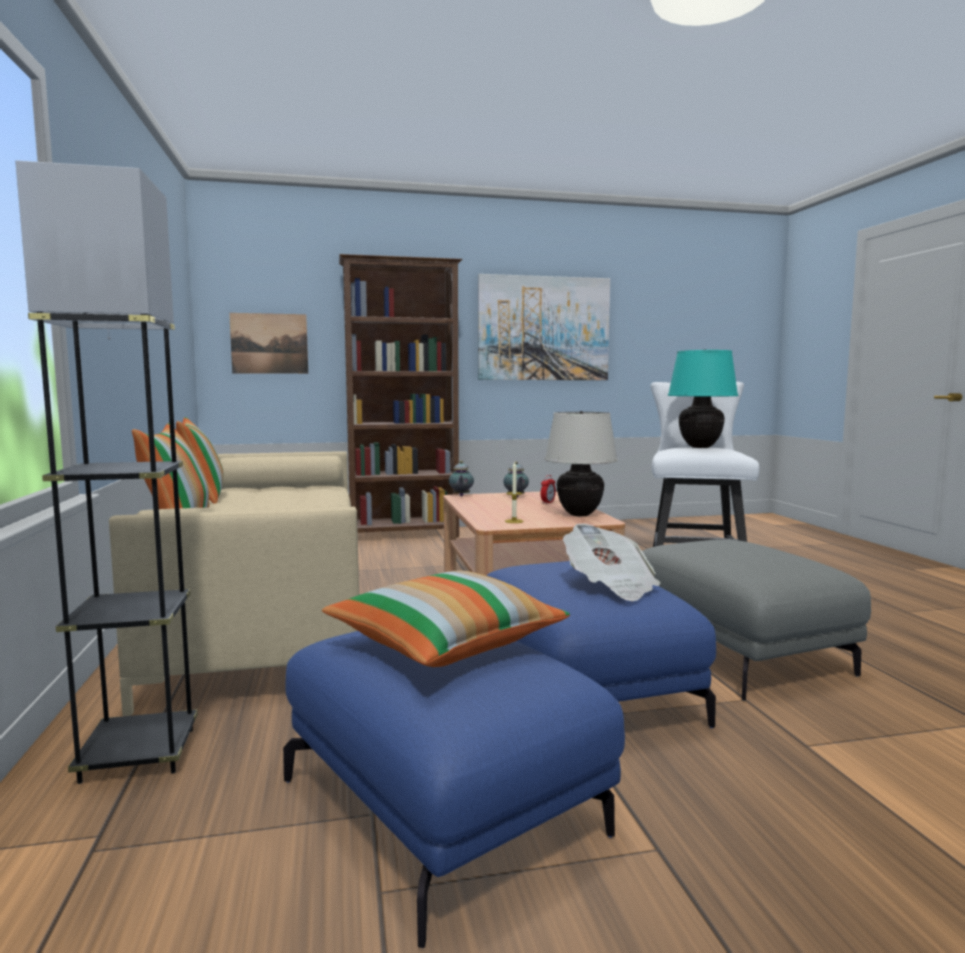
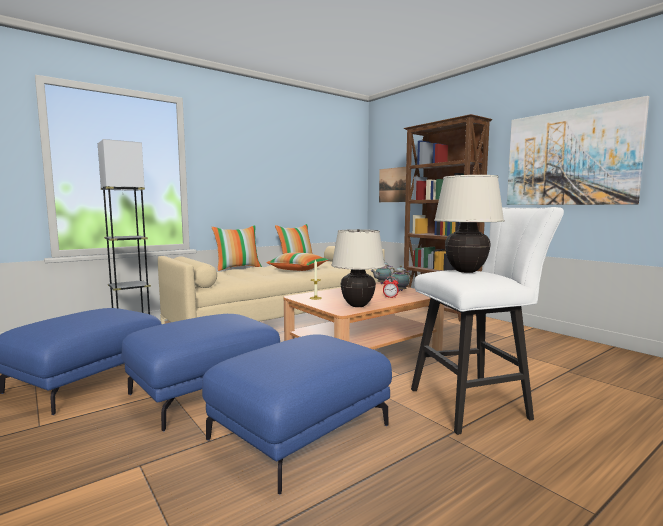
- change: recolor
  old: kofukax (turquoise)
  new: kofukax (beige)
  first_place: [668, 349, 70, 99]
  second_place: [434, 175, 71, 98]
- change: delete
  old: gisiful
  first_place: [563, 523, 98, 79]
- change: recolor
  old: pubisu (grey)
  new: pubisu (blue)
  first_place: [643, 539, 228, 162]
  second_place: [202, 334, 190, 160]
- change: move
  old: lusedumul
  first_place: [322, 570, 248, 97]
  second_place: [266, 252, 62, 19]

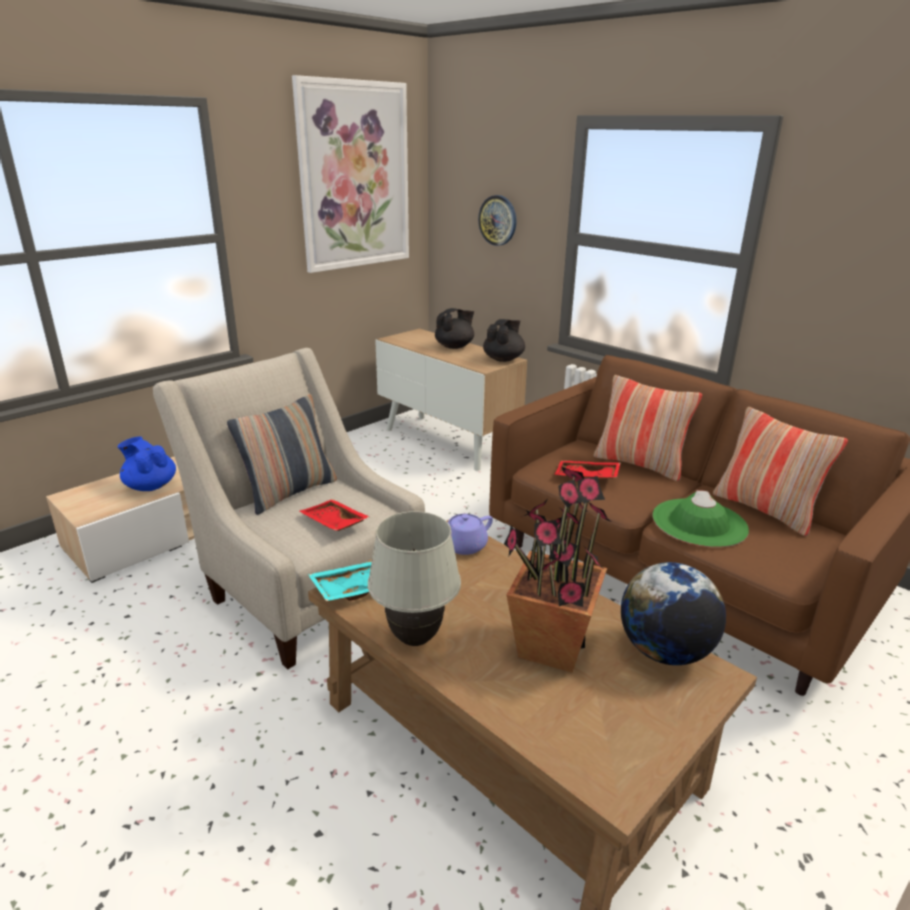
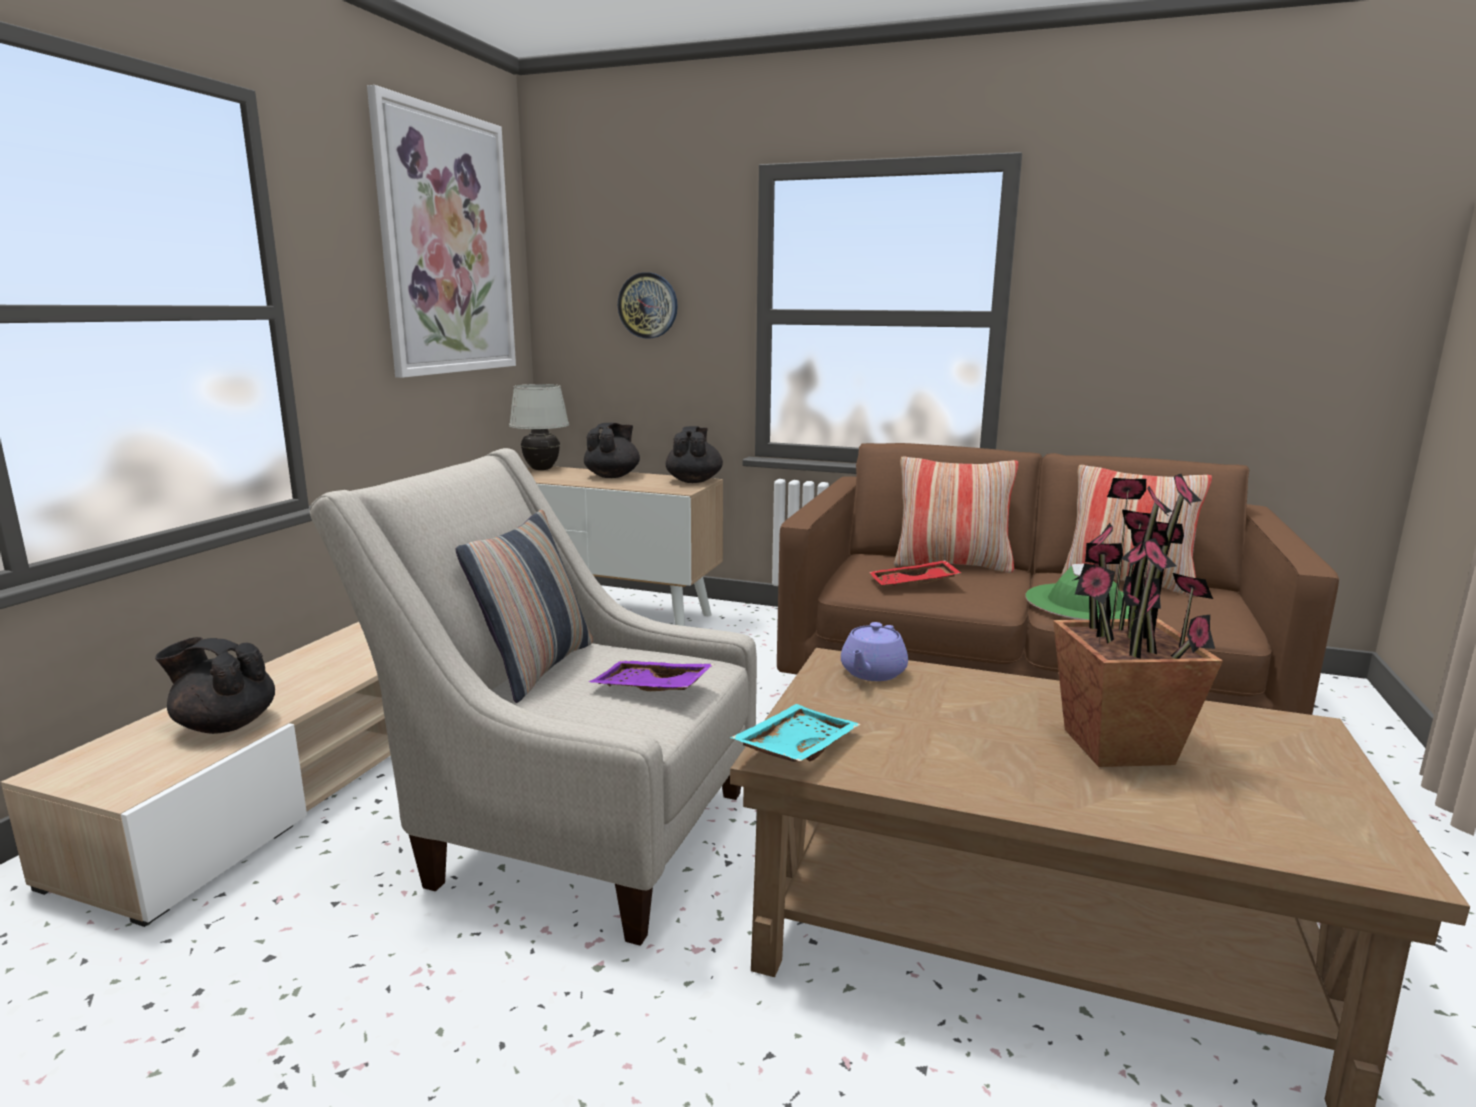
- change: recolor
  old: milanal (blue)
  new: milanal (black)
  first_place: [117, 436, 59, 55]
  second_place: [155, 637, 120, 97]
- change: recolor
  old: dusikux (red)
  new: dusikux (purple)
  first_place: [300, 499, 69, 32]
  second_place: [589, 661, 125, 30]
- change: move
  old: kofukax (white)
  first_place: [368, 511, 93, 135]
  second_place: [509, 384, 60, 86]
- change: delete
  old: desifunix
  first_place: [621, 562, 105, 103]

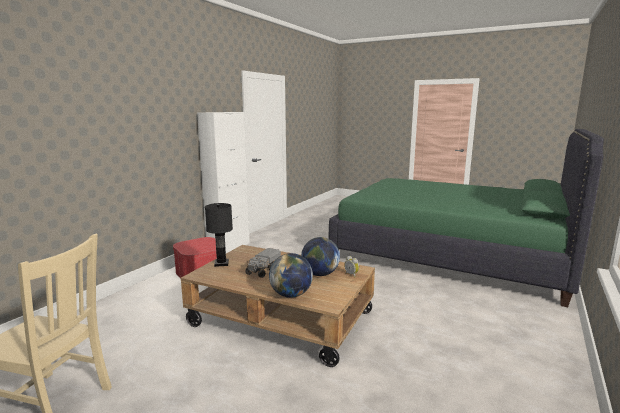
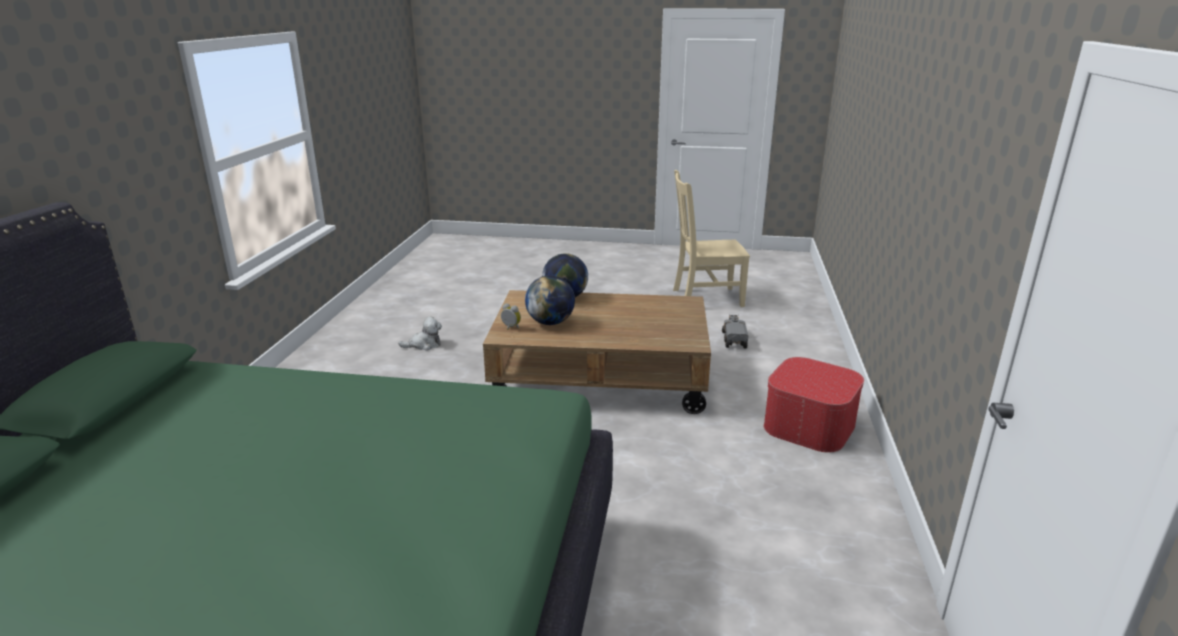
- change: delete
  old: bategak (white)
  first_place: [197, 112, 53, 141]
- change: delete
  old: kofukax (black)
  first_place: [205, 203, 28, 64]
- change: move
  old: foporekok
  first_place: [245, 248, 36, 30]
  second_place: [722, 314, 26, 34]
- change: insert
  new: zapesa
  second_place: [398, 317, 44, 34]

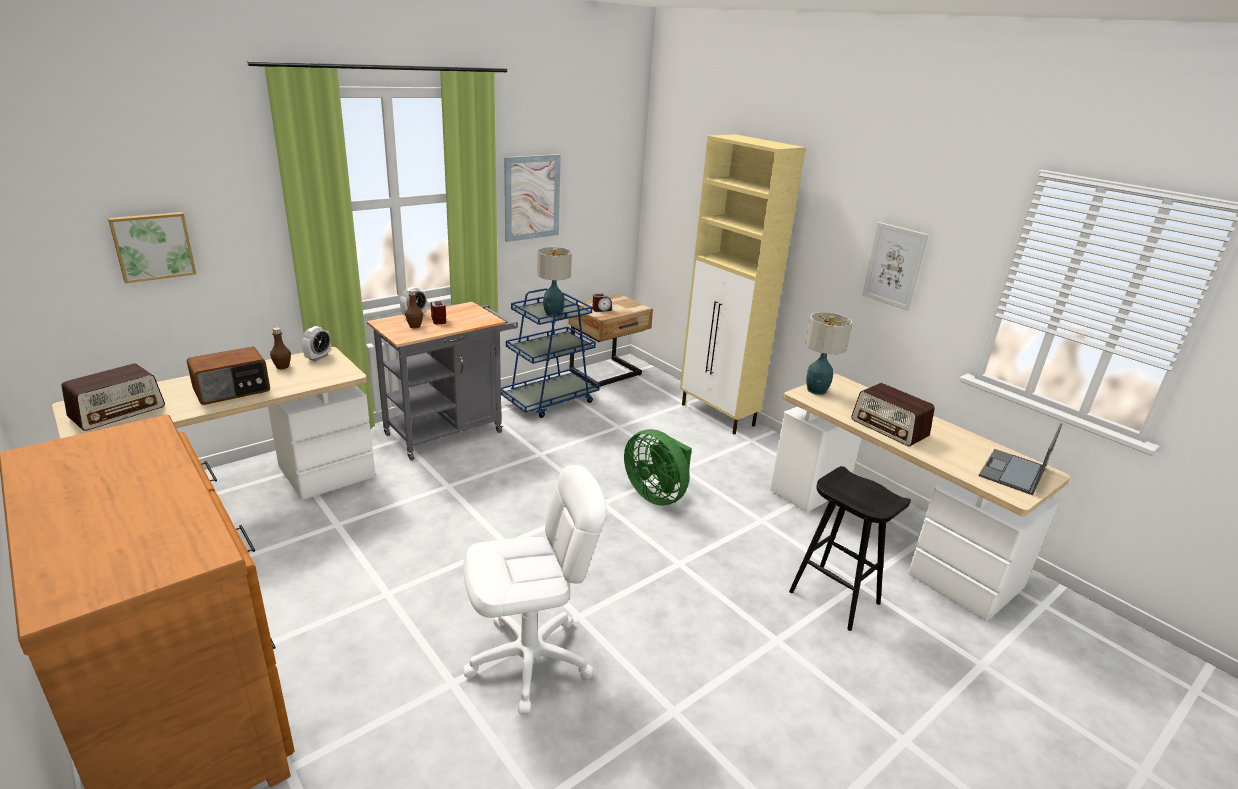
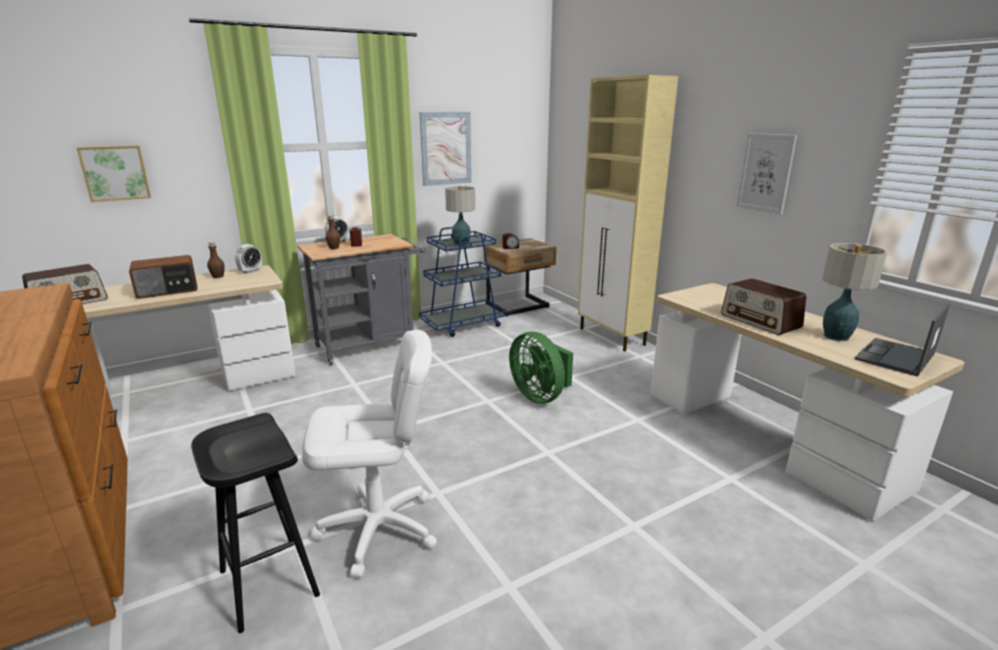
- change: move
  old: kofukax
  first_place: [806, 312, 46, 83]
  second_place: [822, 243, 65, 98]
- change: move
  old: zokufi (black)
  first_place: [789, 466, 122, 165]
  second_place: [191, 413, 129, 220]

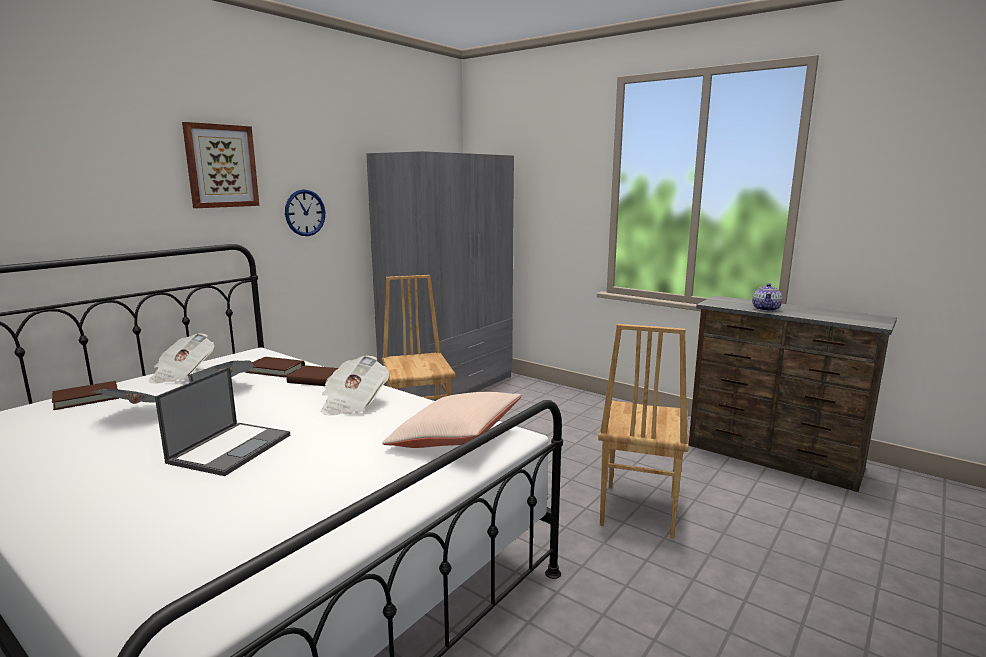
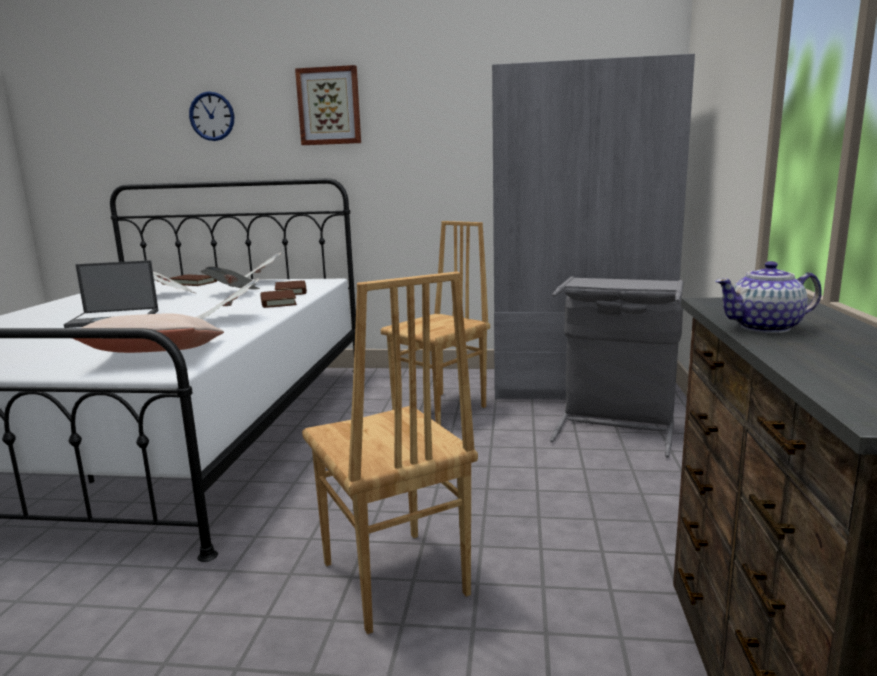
- change: move
  old: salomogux
  first_place: [285, 189, 40, 47]
  second_place: [189, 91, 45, 50]
- change: rotate
  old: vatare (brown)
  first_place: [598, 324, 91, 214]
  second_place: [302, 272, 176, 362]
  degrees: -105
- change: insert
  new: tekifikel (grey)
  second_place: [550, 276, 134, 182]

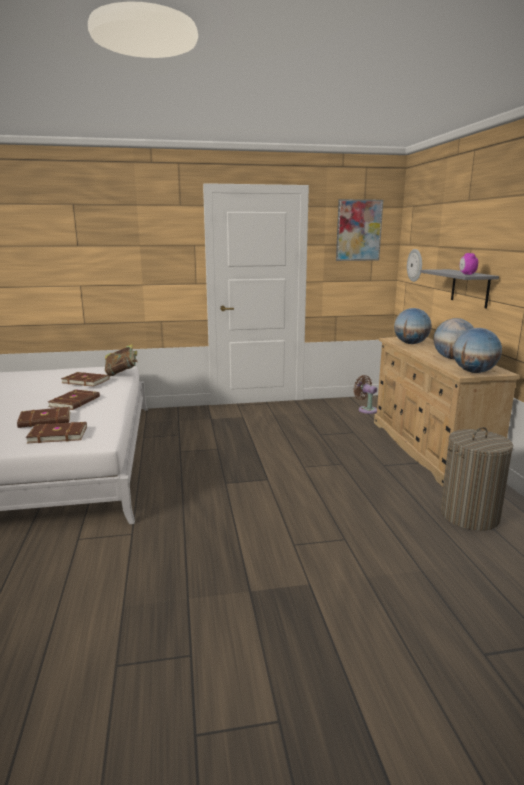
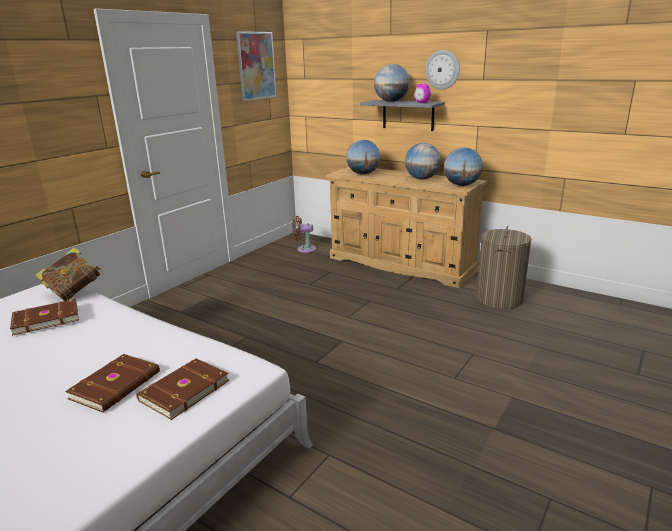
- change: move
  old: salomogux
  first_place: [407, 249, 15, 33]
  second_place: [425, 50, 35, 40]
- change: delete
  old: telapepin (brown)
  first_place: [48, 389, 52, 21]
- change: insert
  new: desifunix
  second_place: [374, 64, 36, 38]

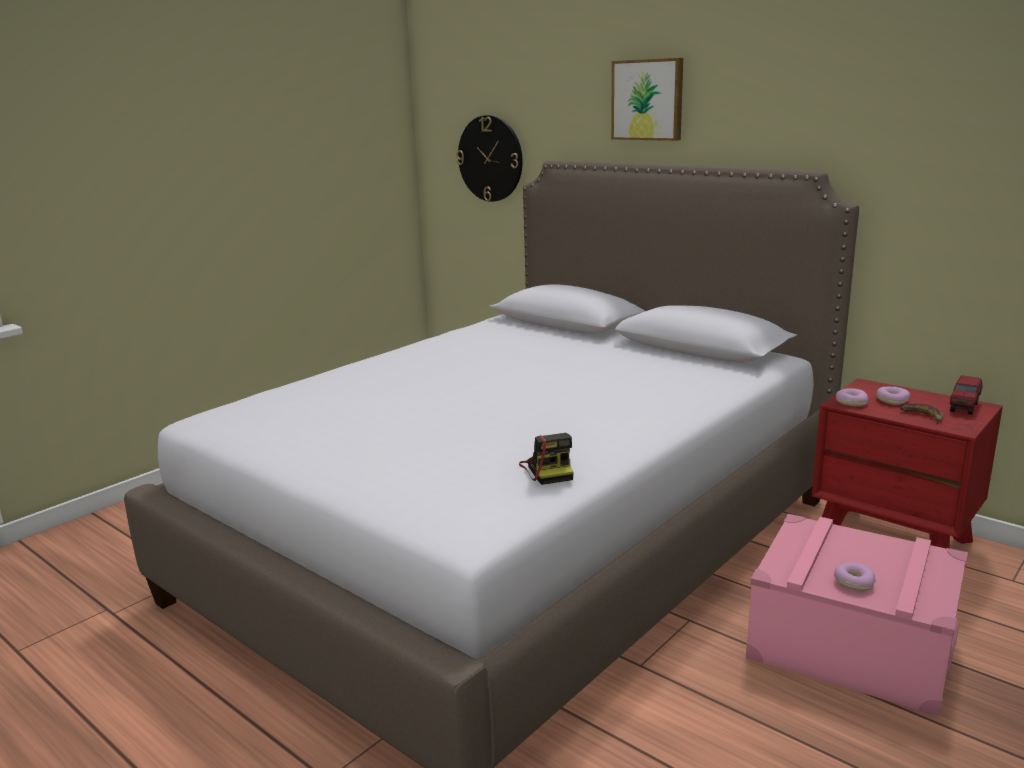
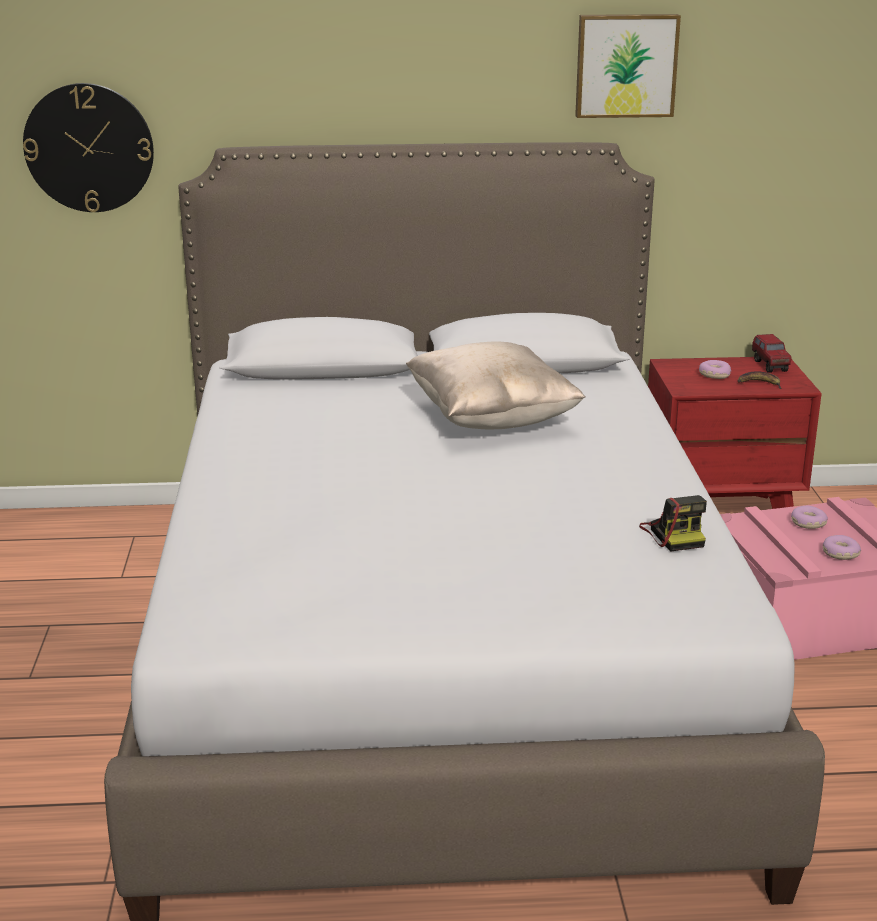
- change: move
  old: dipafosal
  first_place: [611, 58, 72, 83]
  second_place: [575, 14, 106, 104]
- change: move
  old: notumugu
  first_place: [836, 388, 33, 19]
  second_place: [791, 506, 37, 23]
- change: rotate
  old: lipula
  first_place: [519, 433, 55, 52]
  second_place: [639, 495, 68, 57]
  degrees: 45
- change: insert
  new: lusedumul (beige)
  second_place: [406, 341, 179, 88]

